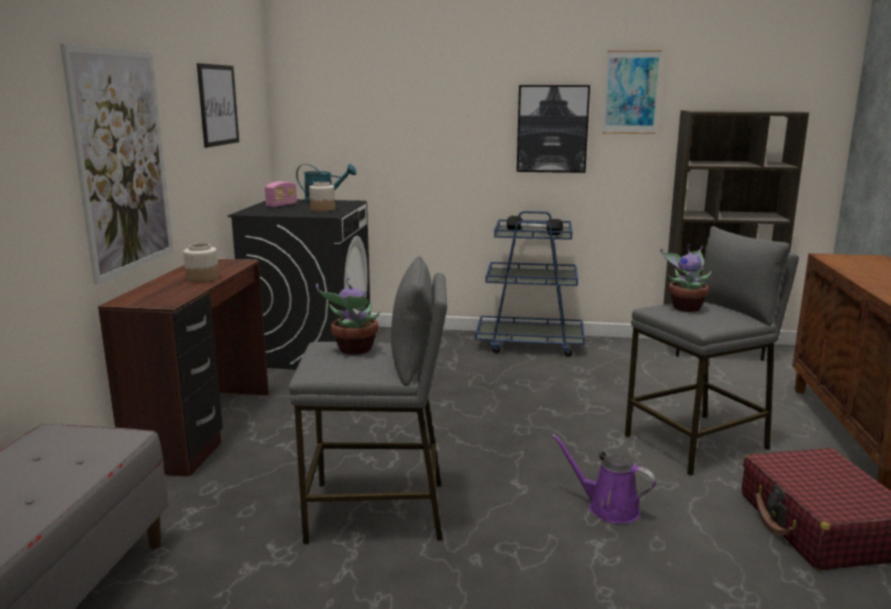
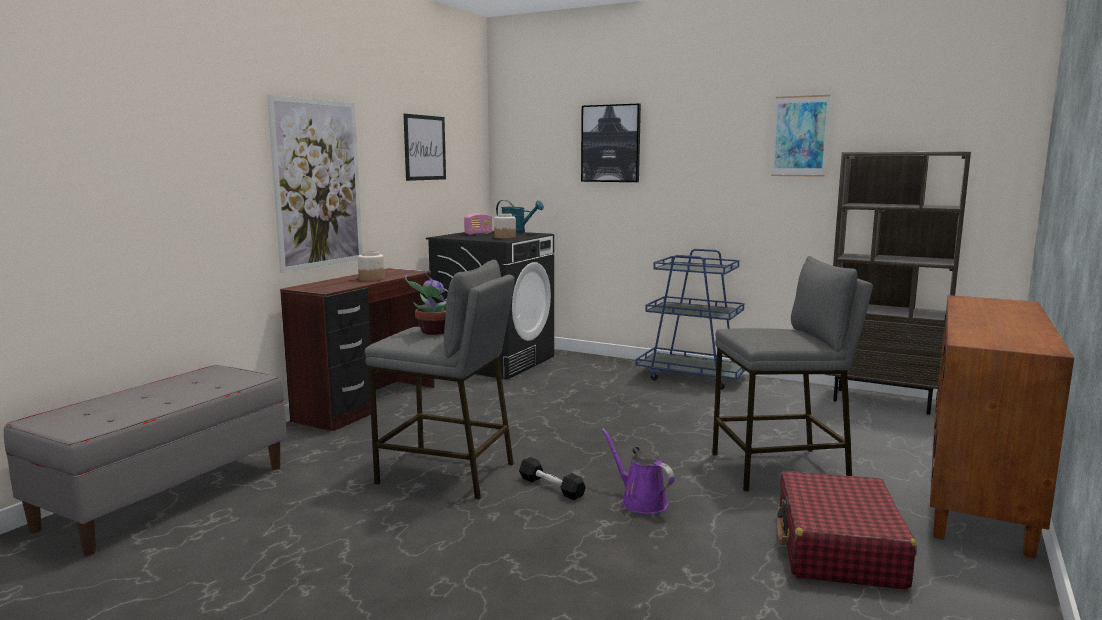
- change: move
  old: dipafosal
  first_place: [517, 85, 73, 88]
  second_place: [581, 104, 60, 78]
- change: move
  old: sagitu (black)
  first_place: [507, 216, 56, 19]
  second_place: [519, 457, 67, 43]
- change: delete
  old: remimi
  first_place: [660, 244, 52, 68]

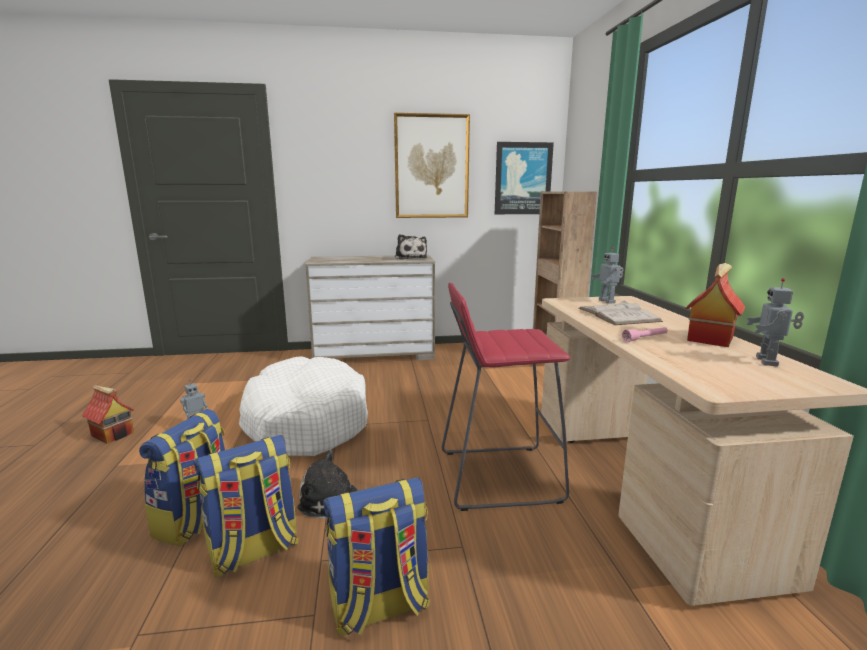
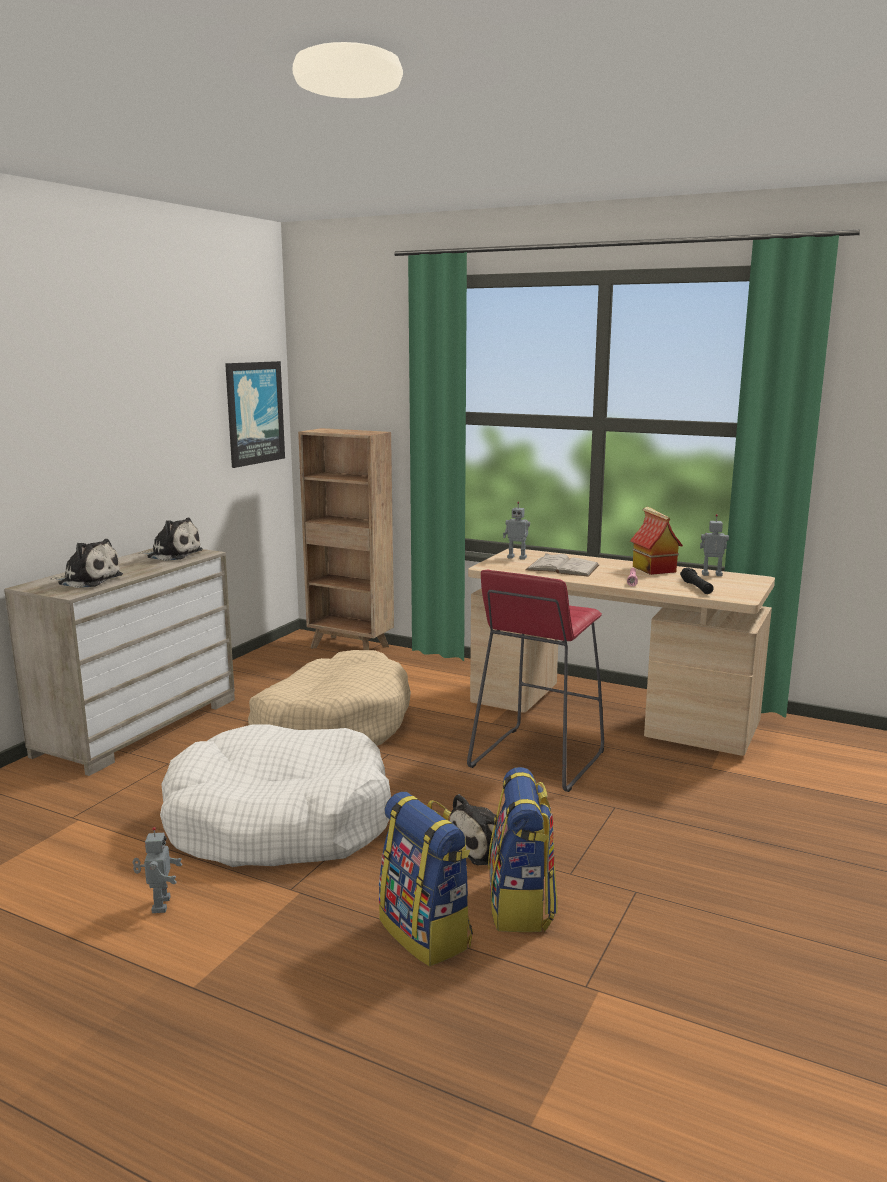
- change: delete
  old: dipafosal
  first_place: [394, 113, 76, 105]
- change: rotate
  old: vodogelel
  first_place: [746, 278, 58, 89]
  second_place: [700, 514, 29, 62]
  degrees: 135
- change: delete
  old: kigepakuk
  first_place: [82, 385, 53, 59]
- change: delete
  old: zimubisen
  first_place: [323, 477, 107, 159]
- change: insert
  new: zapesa
  second_place: [50, 539, 73, 49]
- change: insert
  new: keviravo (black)
  second_place: [680, 568, 34, 26]
- change: insert
  new: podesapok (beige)
  second_place: [248, 650, 163, 96]

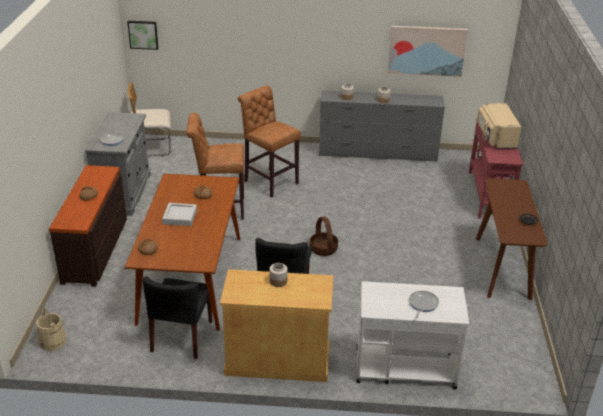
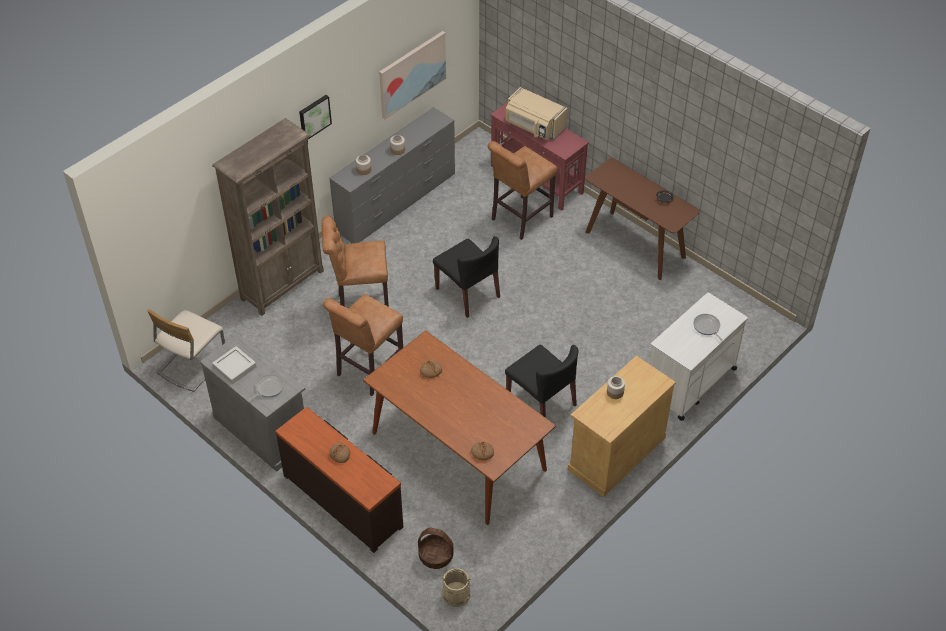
- change: move
  old: dipafosal
  first_place: [127, 21, 31, 29]
  second_place: [299, 95, 33, 44]
- change: move
  old: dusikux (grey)
  first_place: [162, 203, 35, 23]
  second_place: [212, 346, 44, 38]
- change: move
  old: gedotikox
  first_place: [310, 216, 28, 40]
  second_place: [418, 528, 36, 41]
- change: move
  old: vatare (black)
  first_place: [143, 276, 69, 83]
  second_place: [433, 236, 67, 82]
- change: insert
  new: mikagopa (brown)
  second_place: [212, 118, 112, 198]
- change: insert
  new: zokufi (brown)
  second_place: [488, 141, 69, 99]

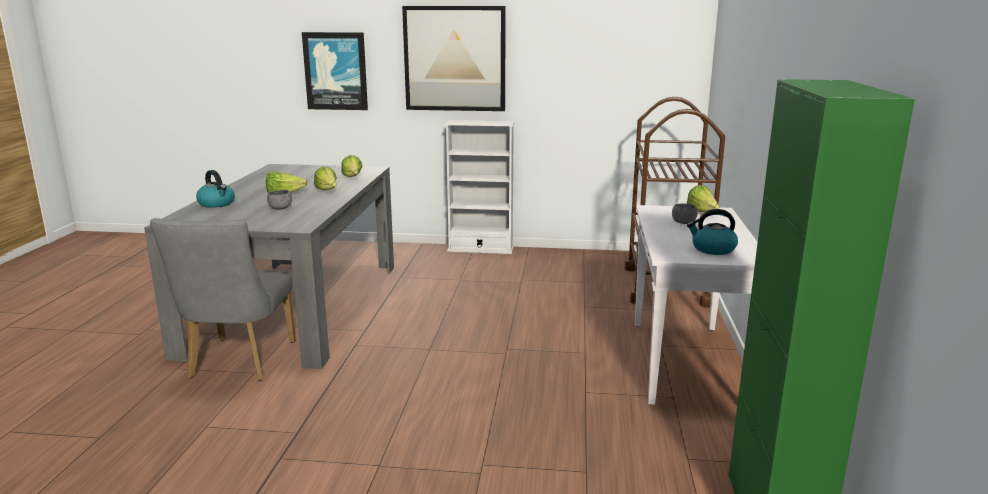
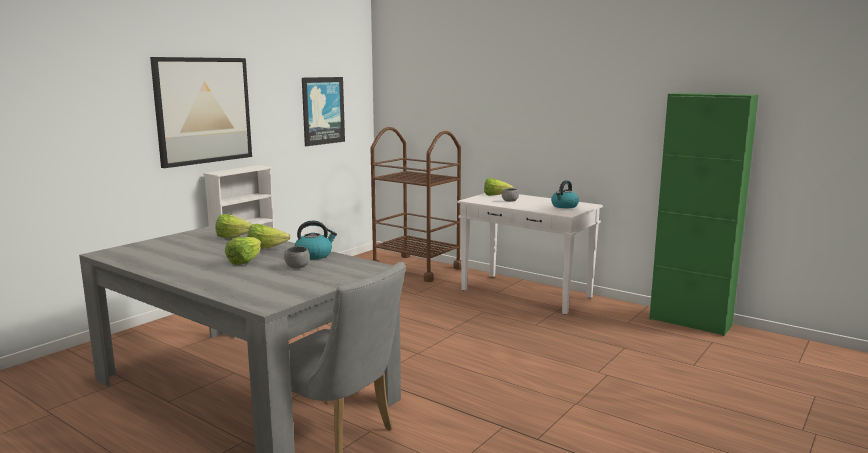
- change: move
  old: dipafosal
  first_place: [302, 32, 66, 78]
  second_place: [302, 77, 43, 69]
- change: move
  old: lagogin
  first_place: [196, 170, 39, 38]
  second_place: [294, 221, 43, 39]

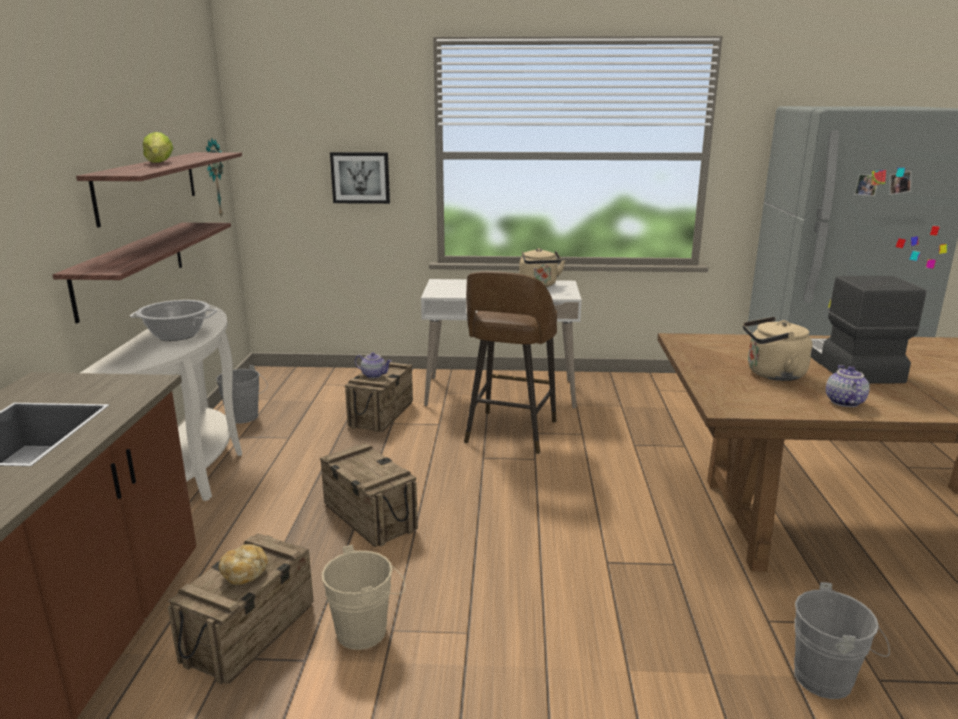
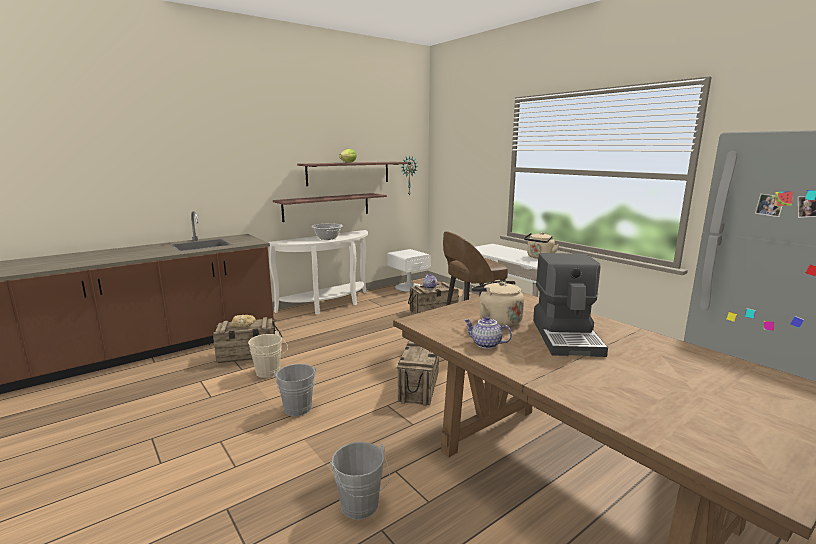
- change: delete
  old: dipafosal
  first_place: [330, 152, 60, 52]
- change: rotate
  old: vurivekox
  first_place: [811, 276, 115, 108]
  second_place: [533, 253, 75, 104]
  degrees: 135
- change: move
  old: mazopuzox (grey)
  first_place: [216, 365, 52, 59]
  second_place: [274, 364, 42, 52]
- change: rotate
  old: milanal
  first_place: [826, 365, 44, 42]
  second_place: [464, 316, 48, 33]
  degrees: -120
- change: move
  old: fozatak
  first_place: [320, 443, 98, 104]
  second_place: [397, 341, 42, 65]
- change: insert
  new: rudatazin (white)
  second_place: [387, 249, 44, 43]

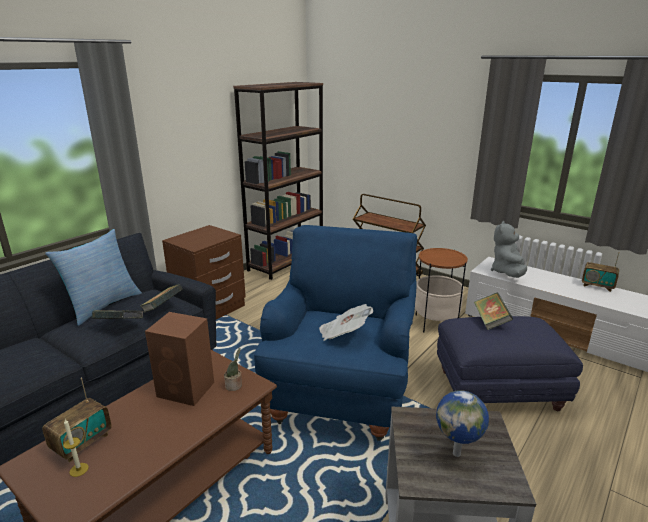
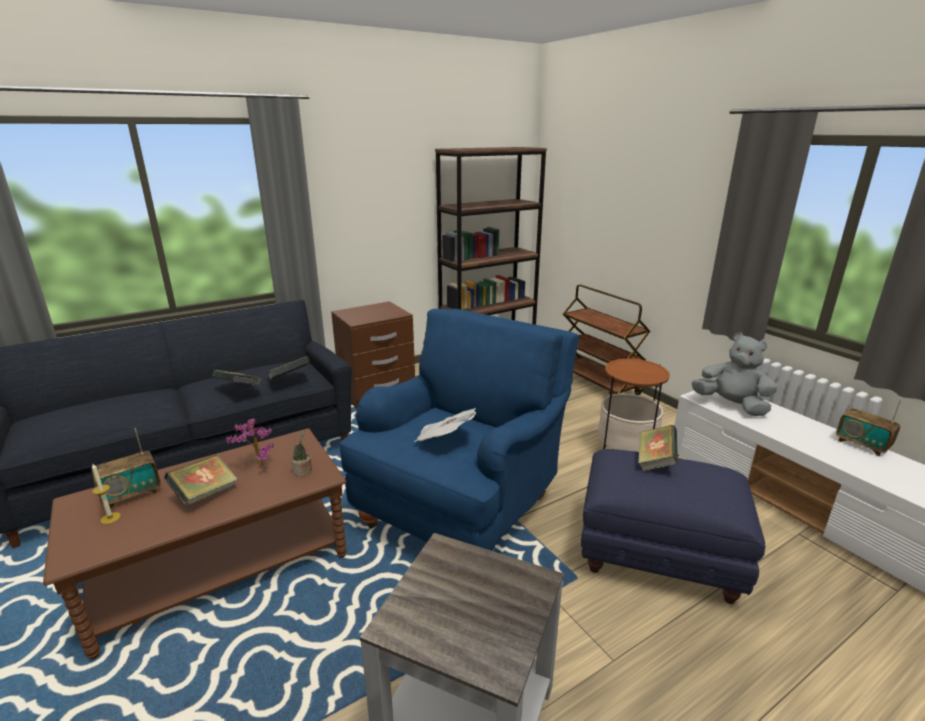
- change: rotate
  old: zapesa (grey)
  first_place: [491, 221, 36, 57]
  second_place: [692, 332, 85, 84]
  degrees: 90
- change: delete
  old: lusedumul
  first_place: [45, 229, 97, 97]
- change: replace
  old: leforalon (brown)
  new: remimi
  first_place: [145, 312, 69, 94]
  second_place: [226, 419, 48, 47]
- change: delete
  old: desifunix
  first_place: [436, 390, 53, 67]
- change: insert
  new: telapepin
  second_place: [164, 454, 74, 53]

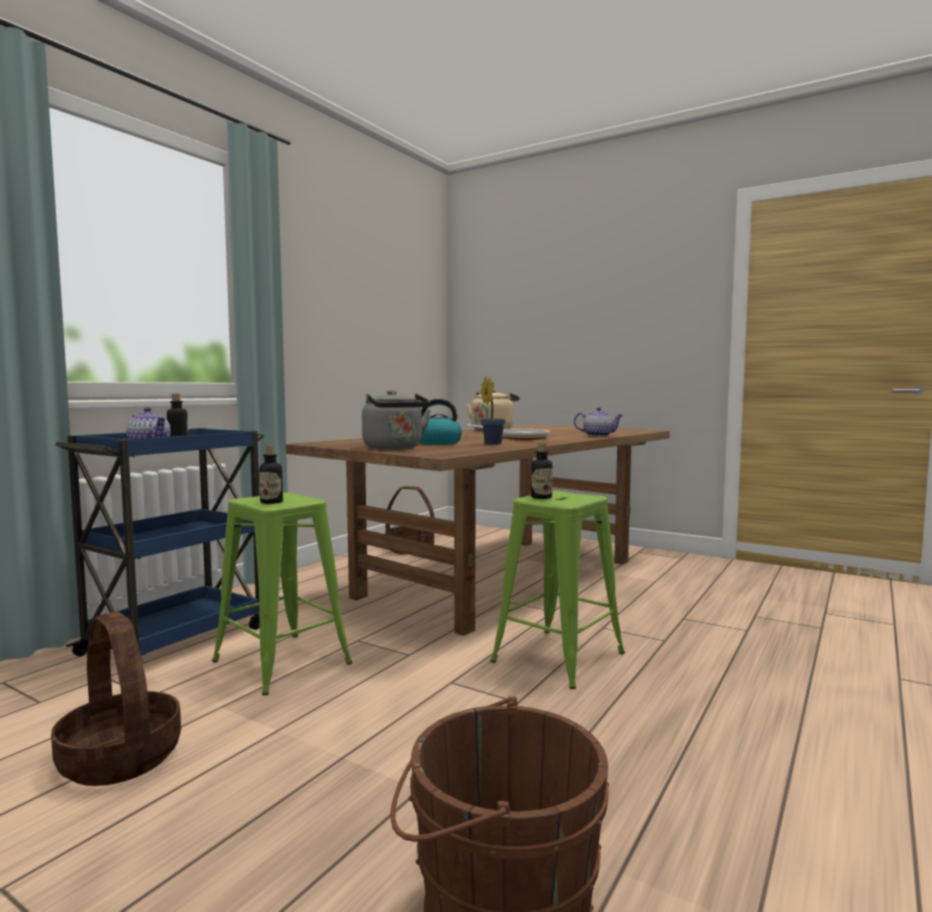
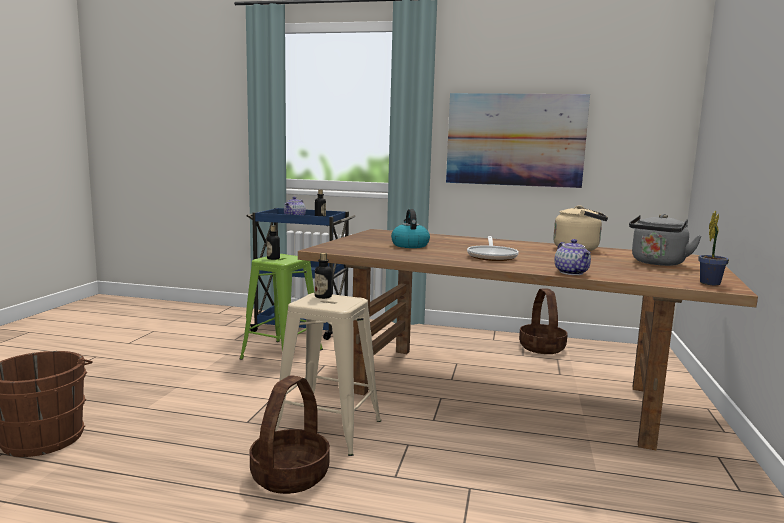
- change: move
  old: remimi
  first_place: [480, 377, 26, 68]
  second_place: [698, 211, 31, 74]
- change: move
  old: lagogin (grey)
  first_place: [362, 390, 69, 60]
  second_place: [629, 214, 73, 52]
- change: recolor
  old: zokufi (green)
  new: zokufi (beige)
  first_place: [490, 491, 135, 198]
  second_place: [275, 293, 106, 163]
- change: move
  old: gedotikox
  first_place: [51, 612, 130, 174]
  second_place: [250, 375, 80, 119]
- change: insert
  new: dipafosal
  second_place: [446, 93, 144, 95]

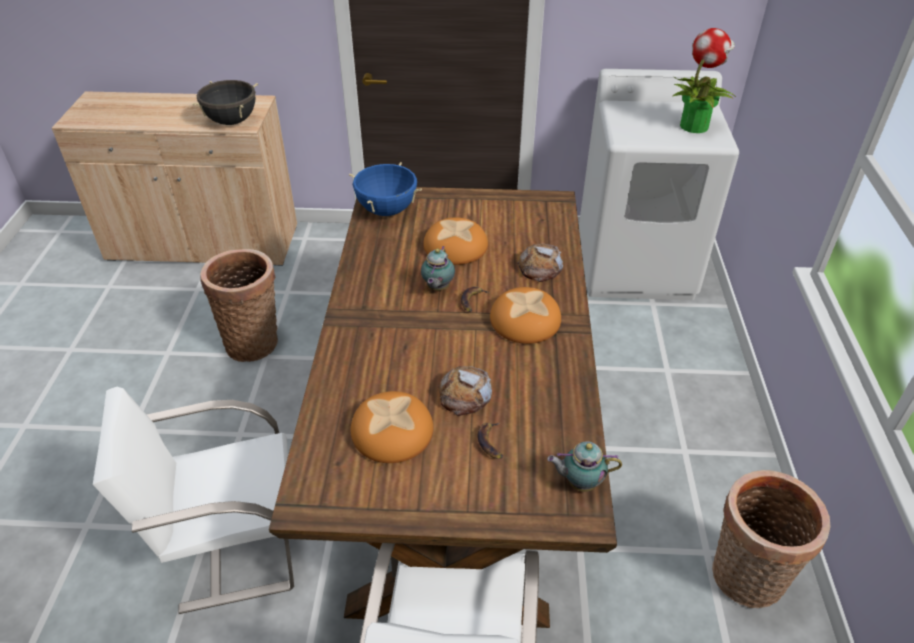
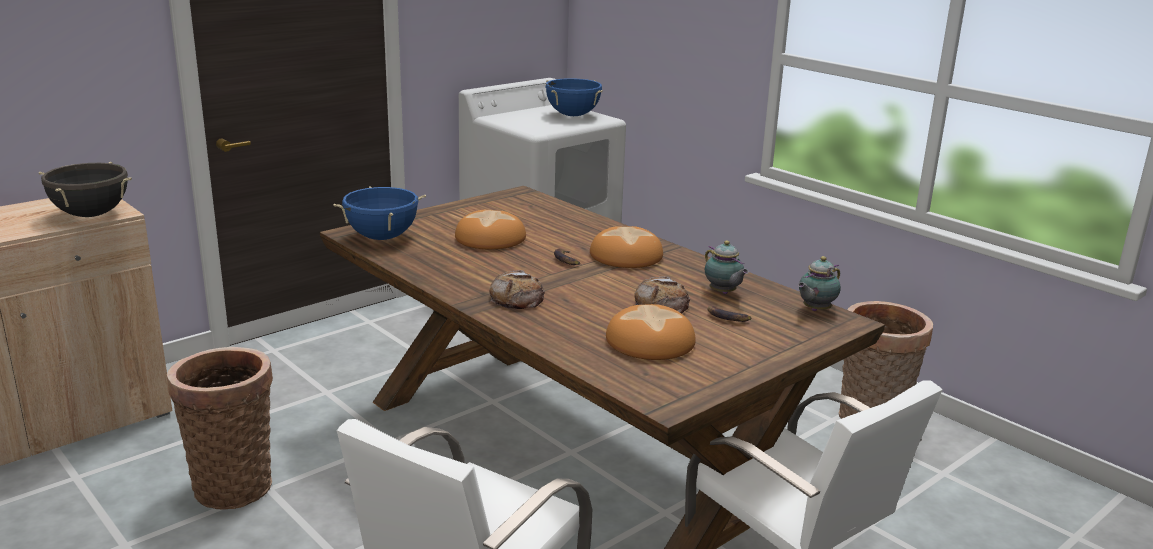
- change: replace
  old: remimi
  new: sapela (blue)
  first_place: [672, 28, 64, 105]
  second_place: [546, 78, 57, 38]
- change: move
  old: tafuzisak
  first_place: [517, 244, 47, 38]
  second_place: [489, 270, 56, 39]
- change: move
  old: milanal
  first_place: [421, 246, 34, 44]
  second_place: [705, 240, 44, 54]

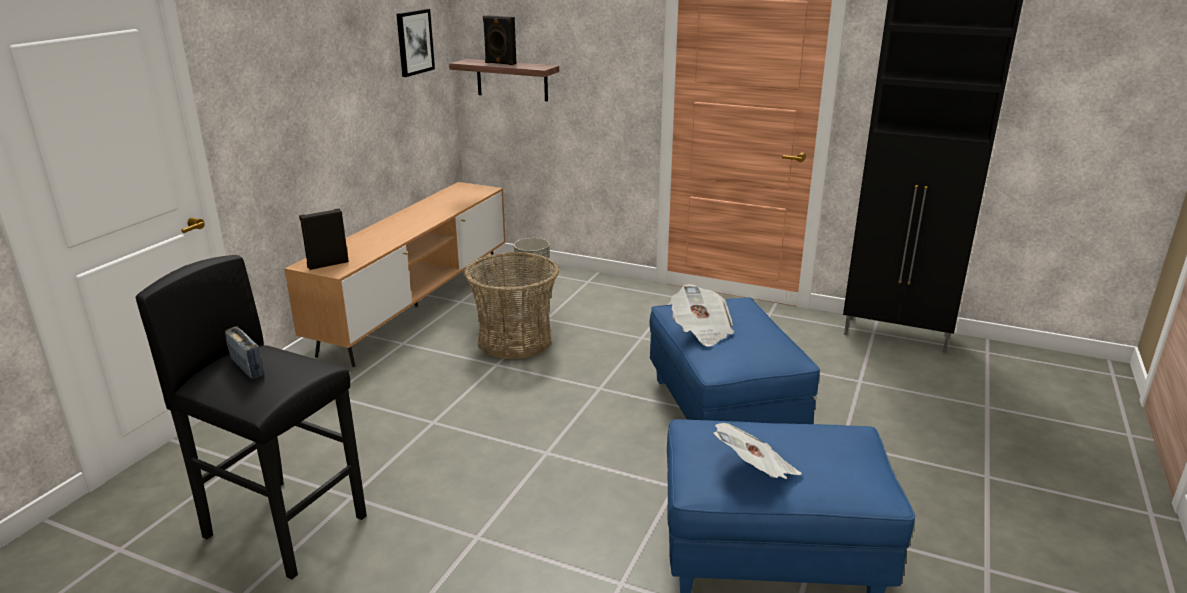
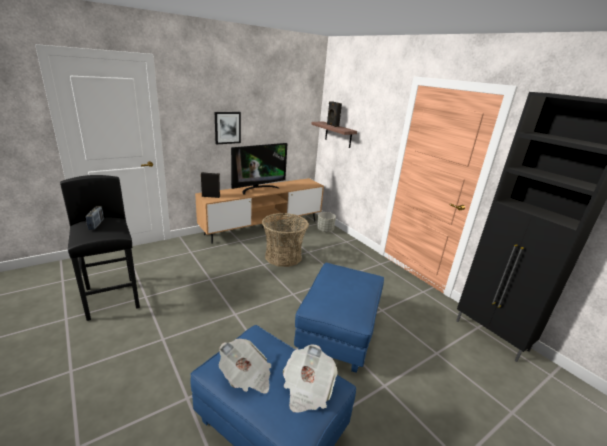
- change: move
  old: dipafosal
  first_place: [396, 9, 39, 68]
  second_place: [215, 112, 26, 32]
- change: move
  old: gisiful
  first_place: [671, 284, 63, 63]
  second_place: [282, 344, 56, 68]
- change: insert
  new: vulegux
  second_place: [231, 143, 57, 52]

